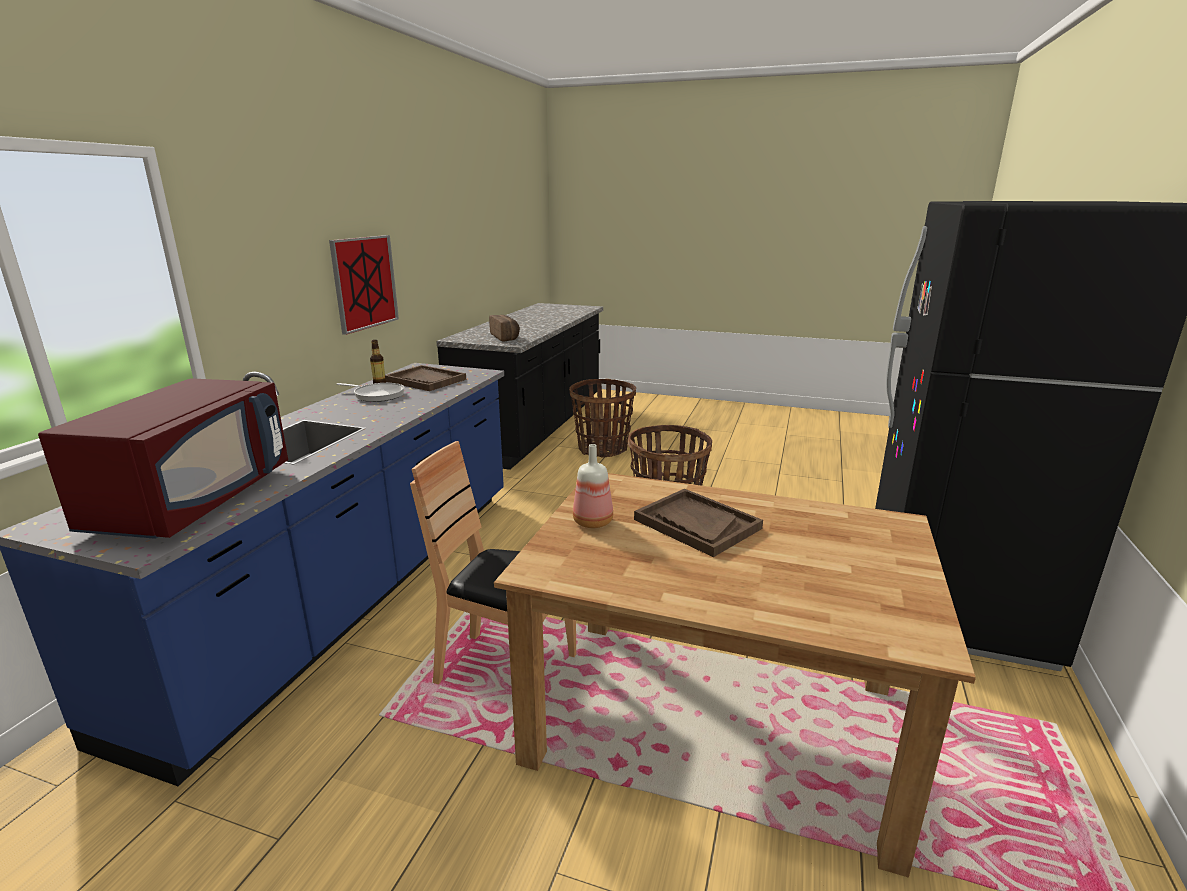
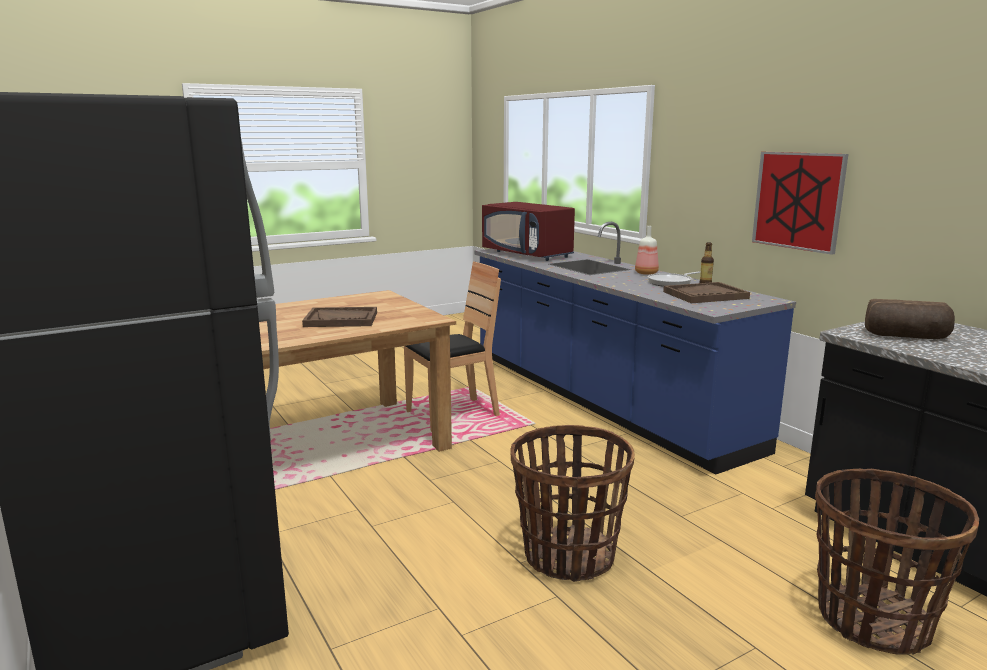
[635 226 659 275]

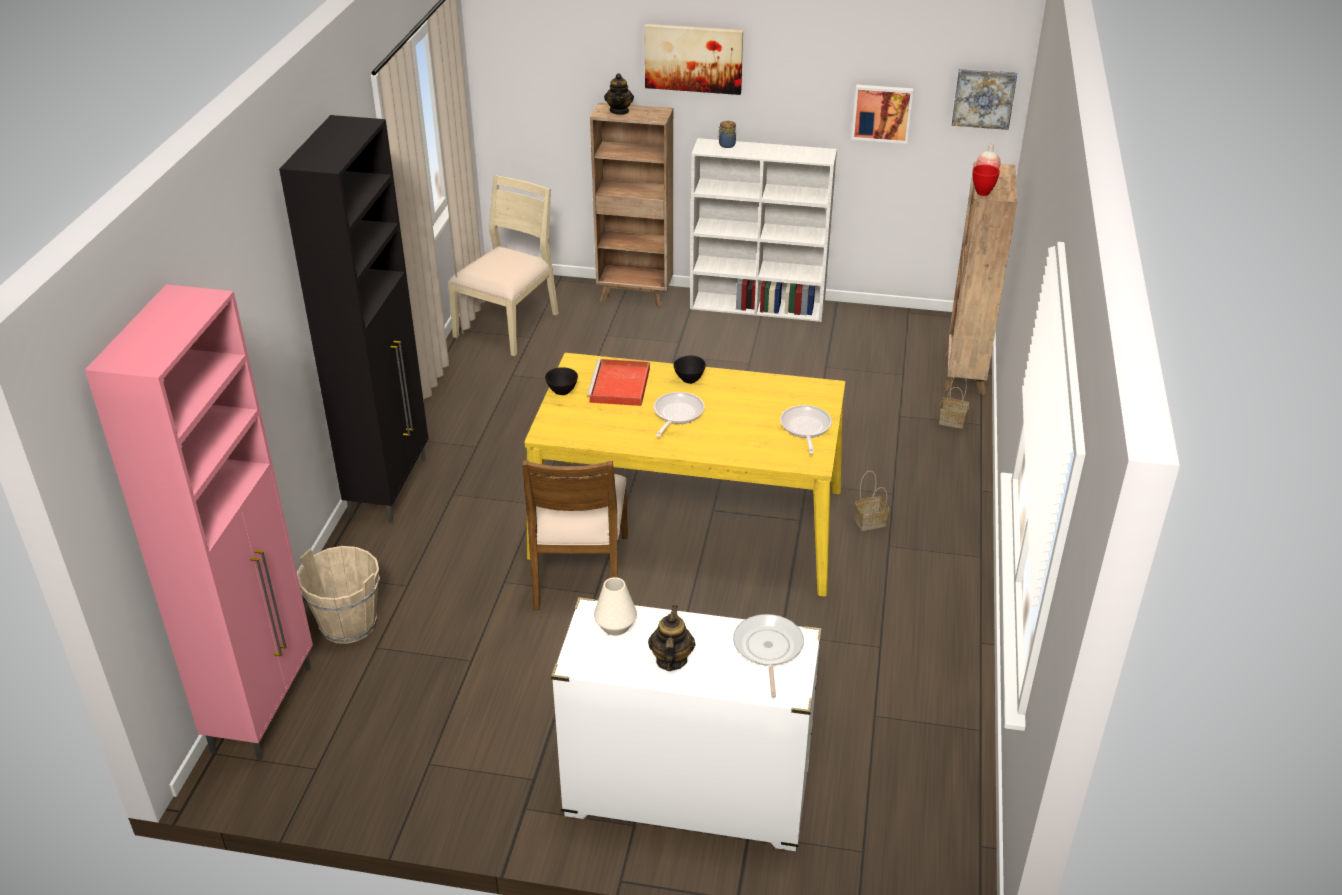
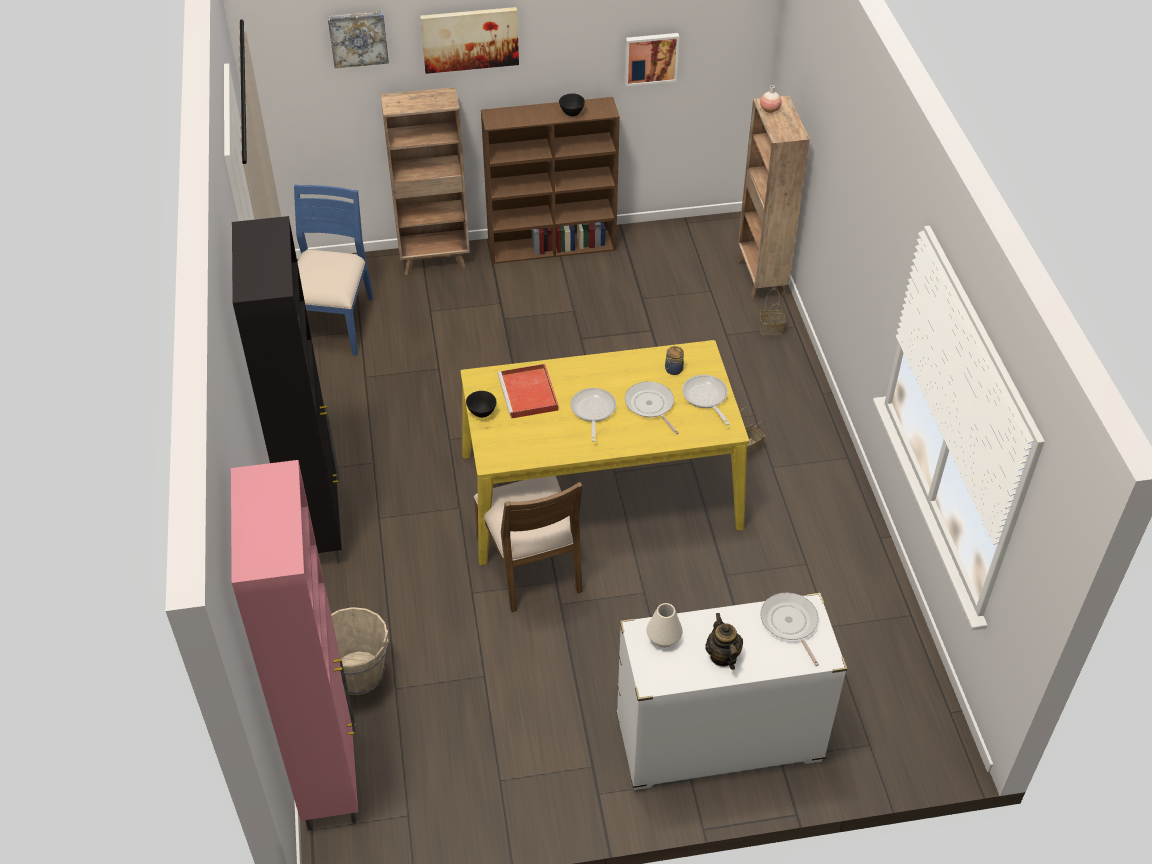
[294 185 373 356]
[604 73 634 115] (first image)
[559 93 585 116]
[481 97 620 264]
[665 346 684 375]
[328 11 389 68]
[973 165 1000 196] (first image)
[625 381 679 434]

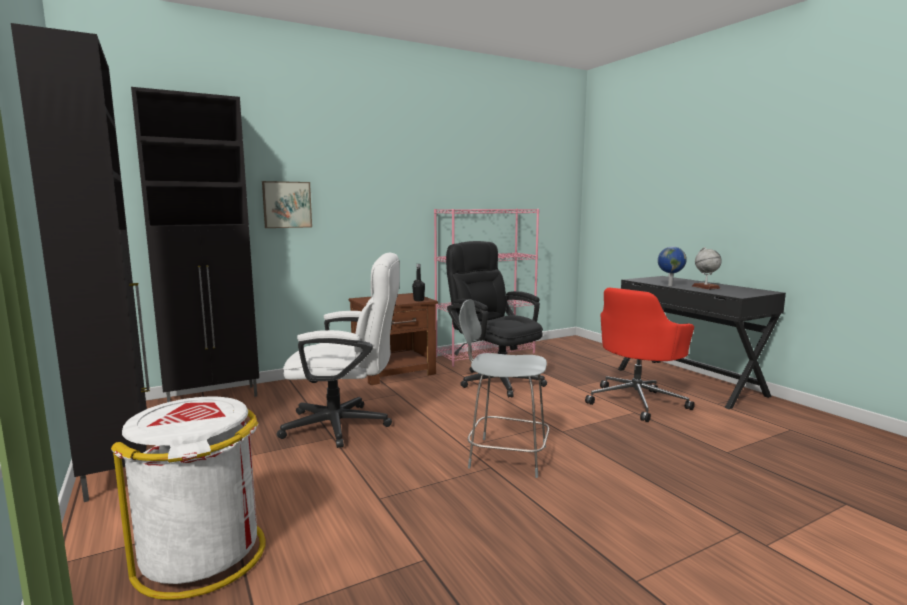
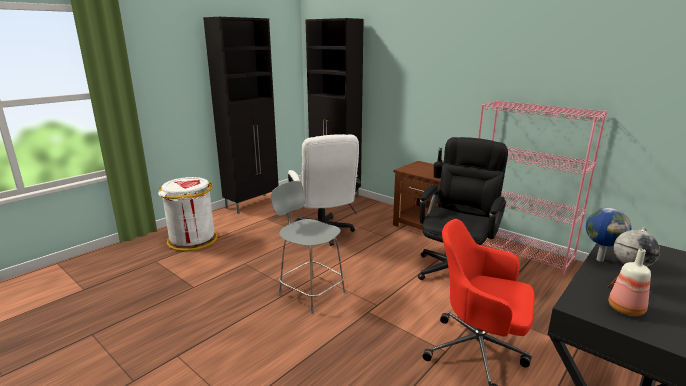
[262 181 312 228] (first image)
[271 181 345 314]
[609 249 651 316]

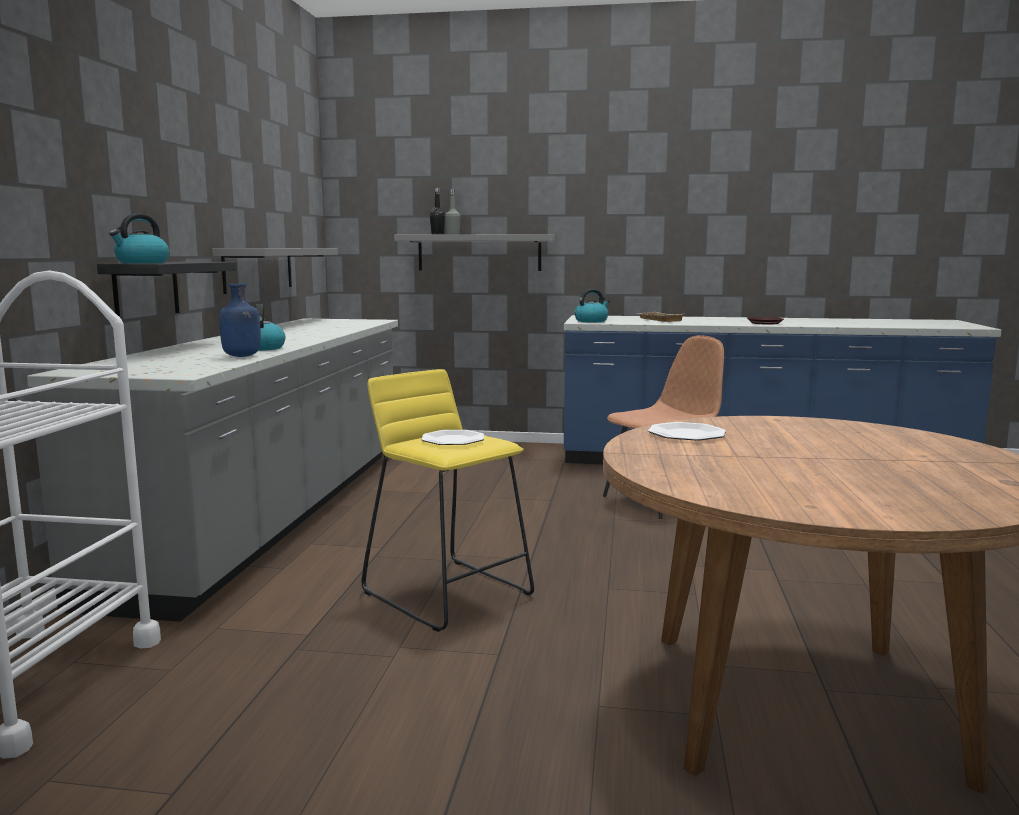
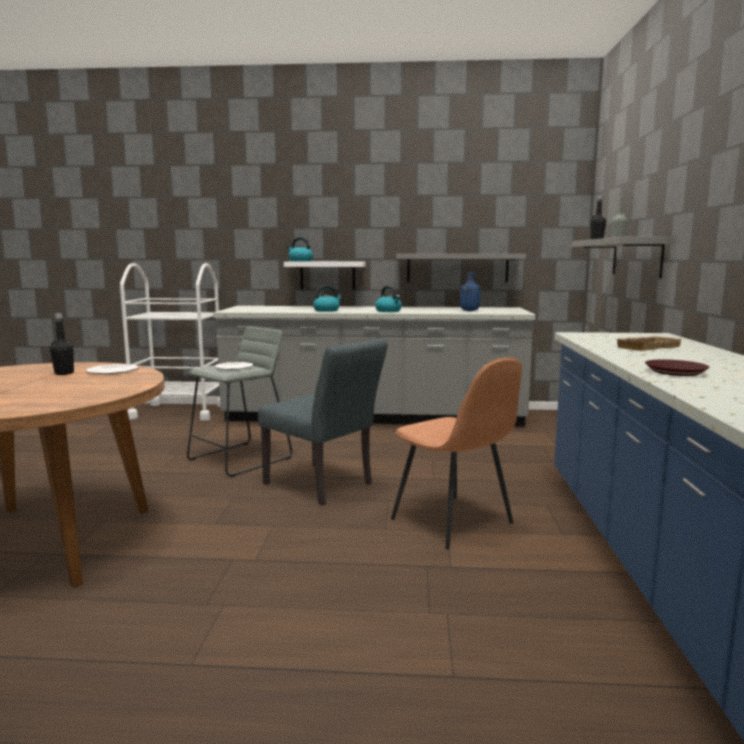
[284 262 365 290]
[460 273 481 311]
[187 326 293 477]
[375 286 402 312]
[50 313 74 375]
[258 338 388 505]

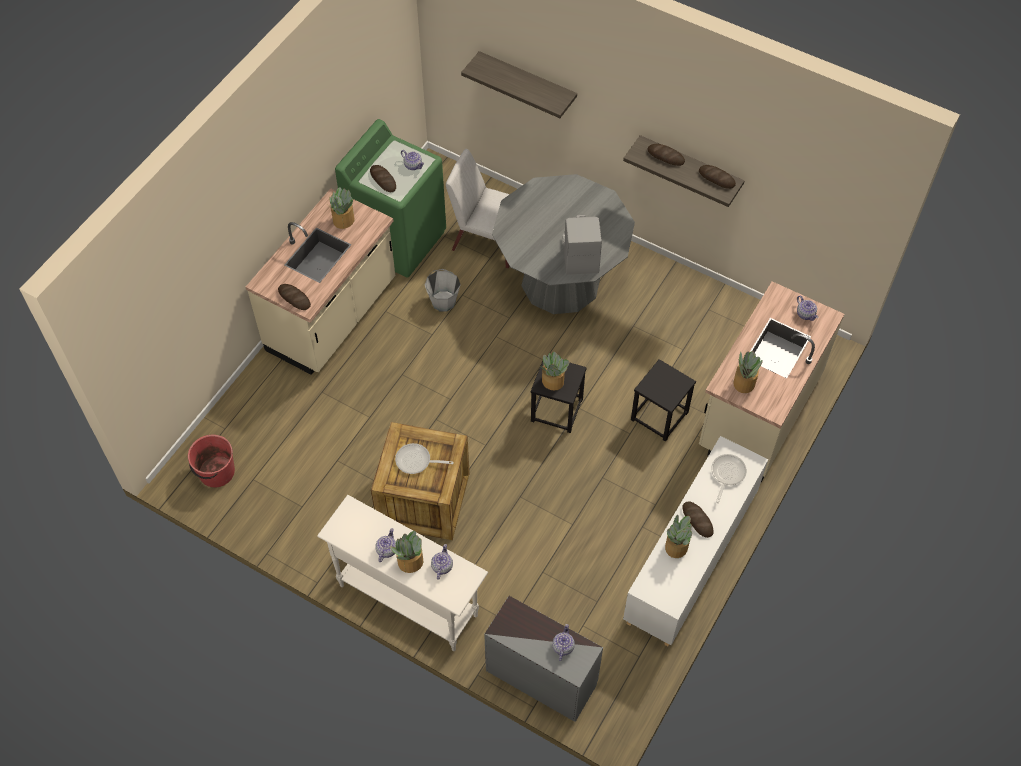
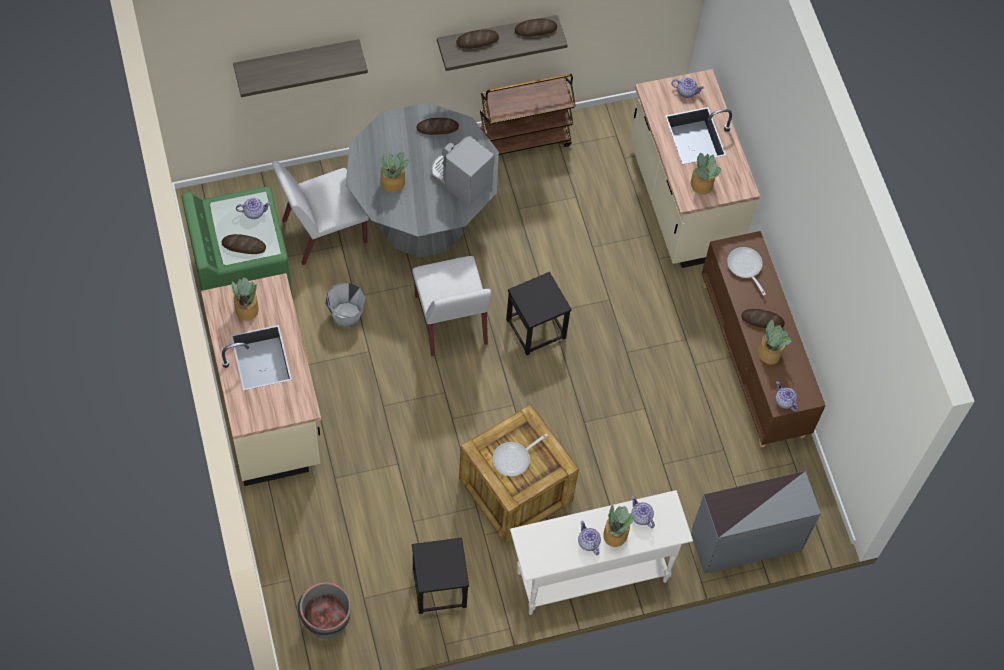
[298 582 351 639]
[417 118 459 135]
[380 152 410 192]
[775 381 798 412]
[702 231 826 447]
[412 538 469 614]
[412 256 491 356]
[480 74 576 155]

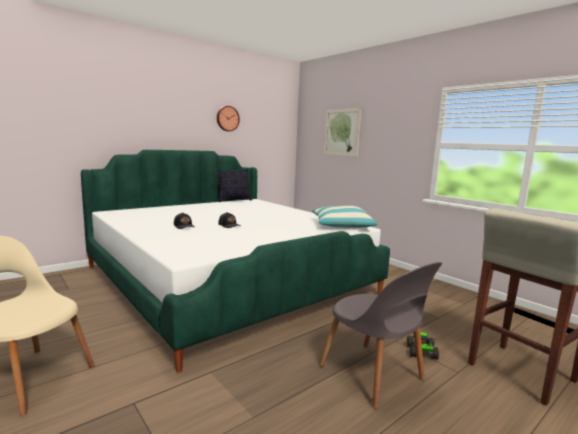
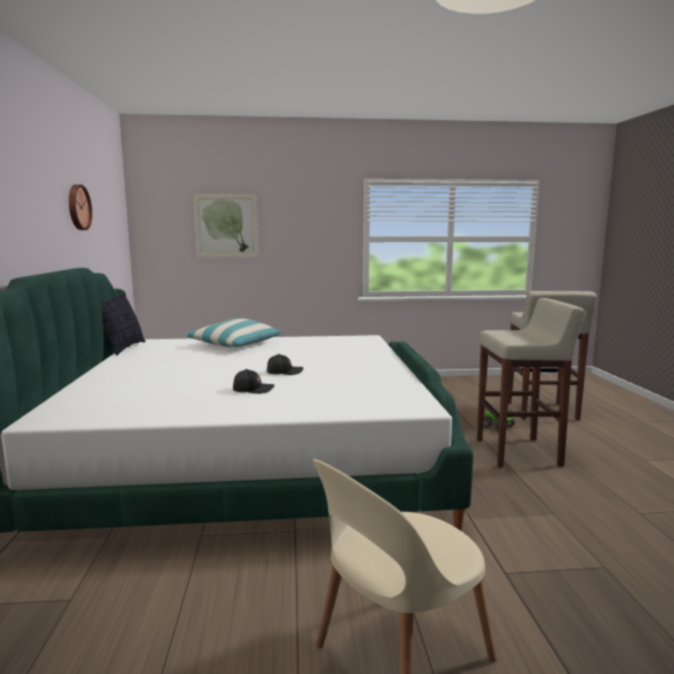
[186 318 281 347]
[477 298 586 468]

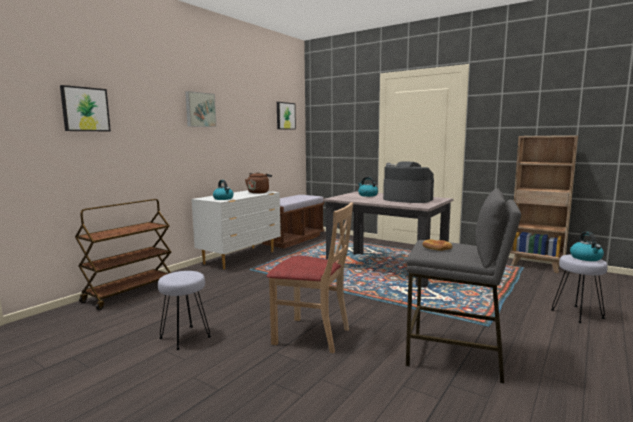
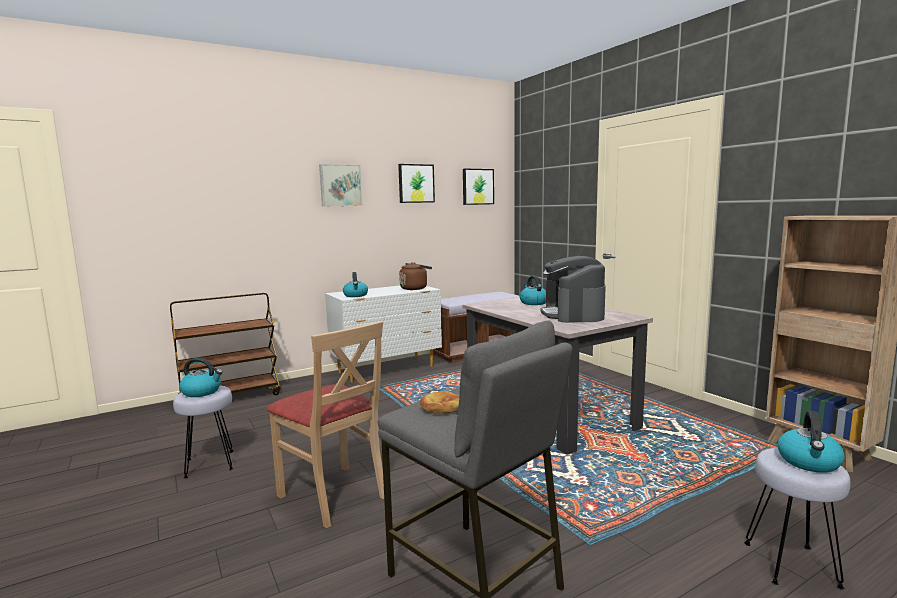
[398 164 435 203]
[541 256 606 323]
[179 357 223 397]

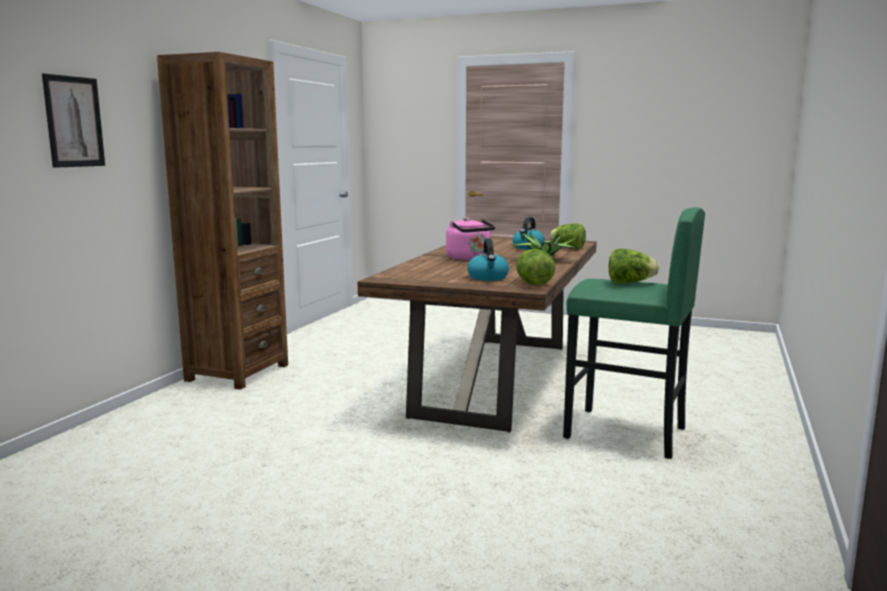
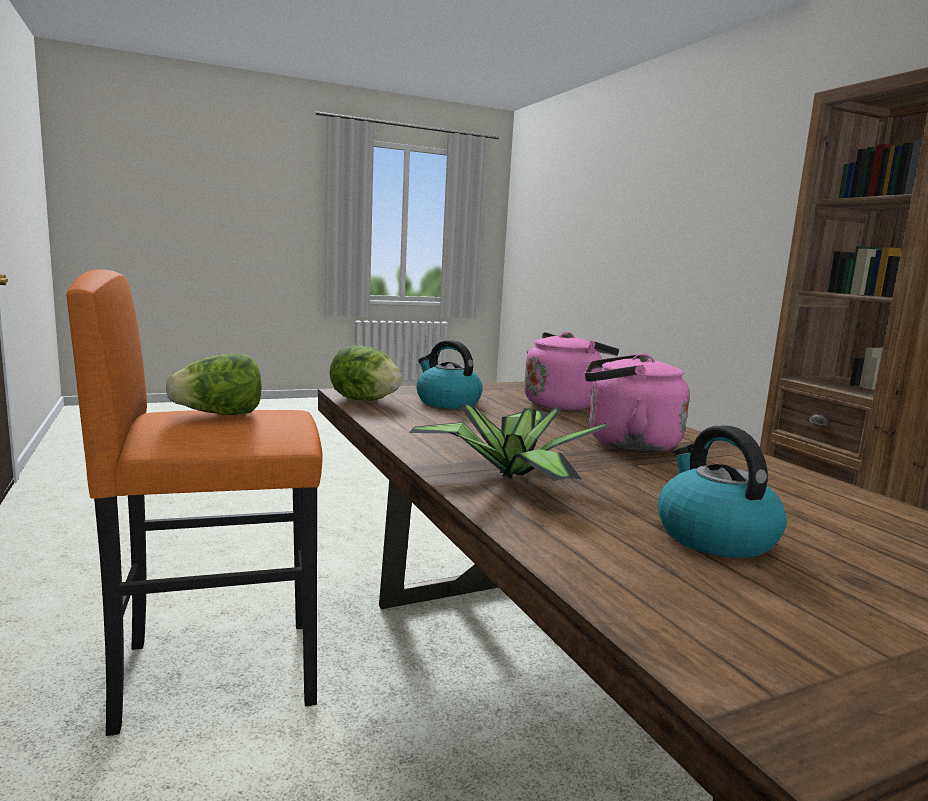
[42 73 105 168] (first image)
[549 223 586 249] (first image)
[67 269 323 736]
[524 332 619 410]

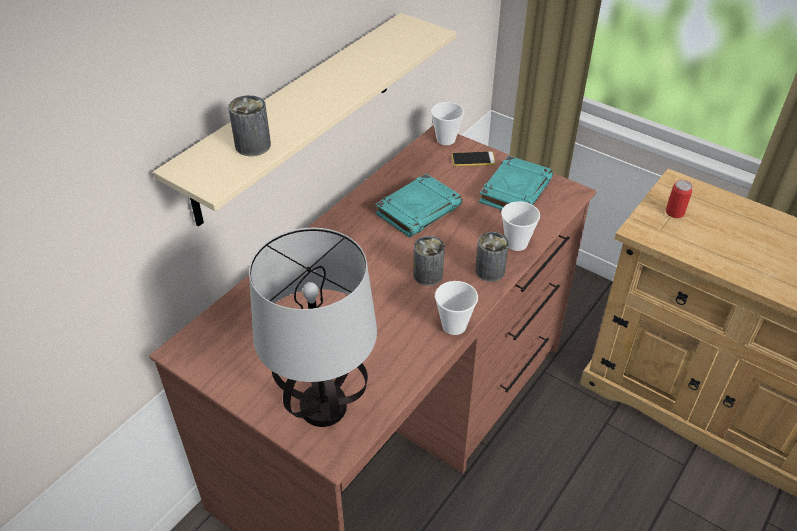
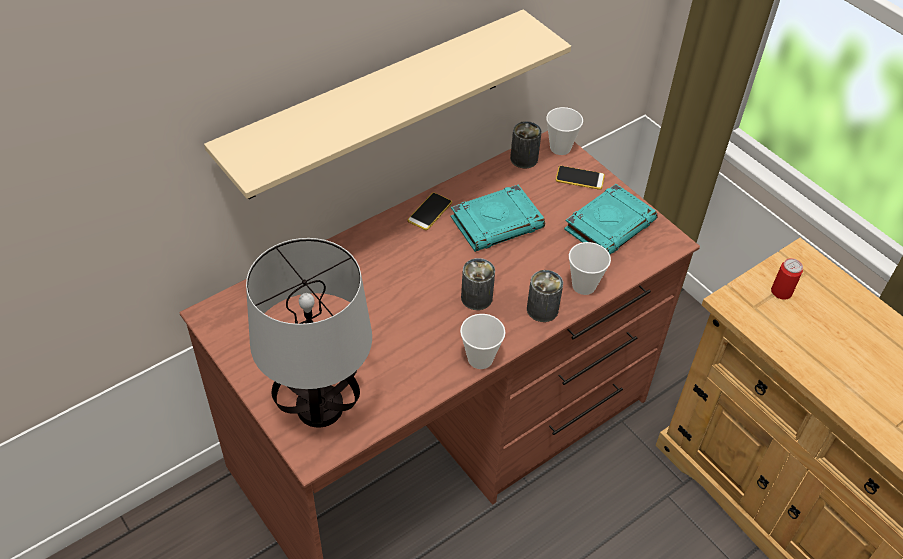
[510 121 542 168]
[407 193 452 230]

